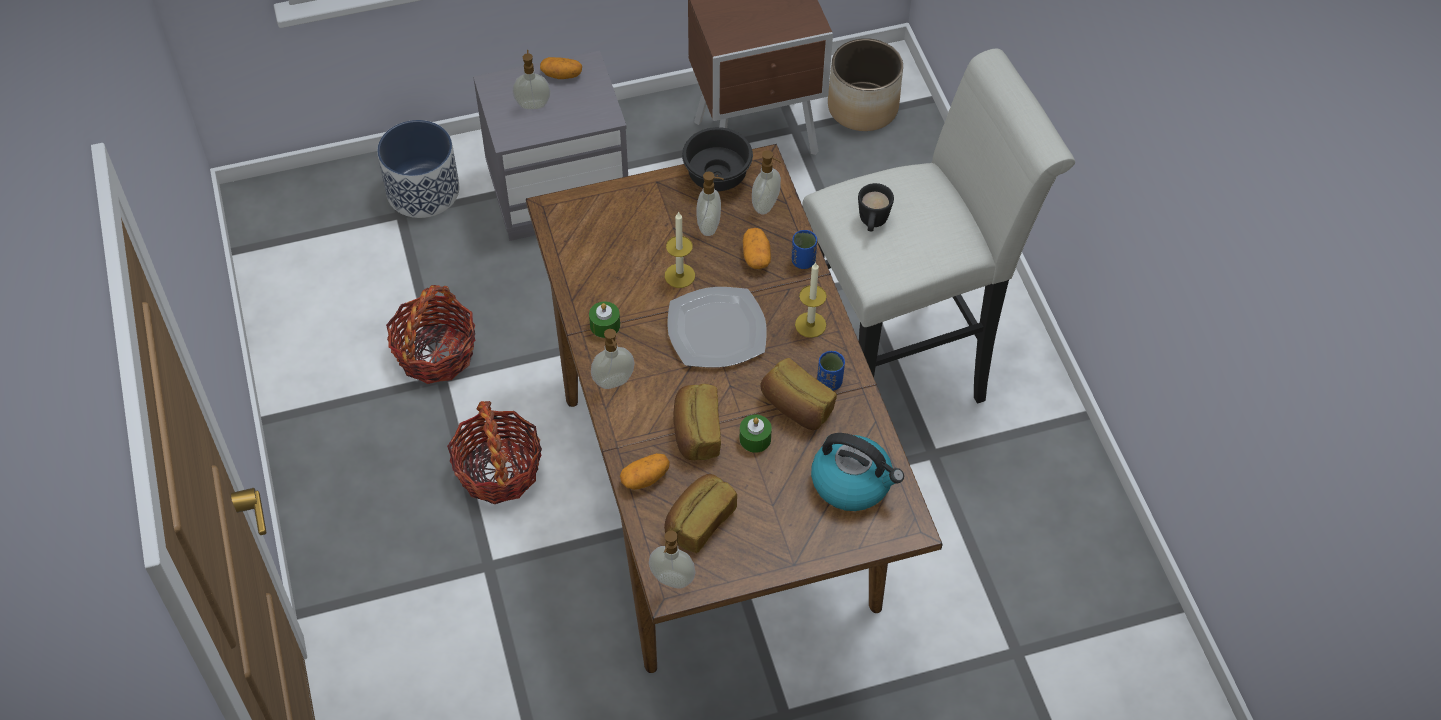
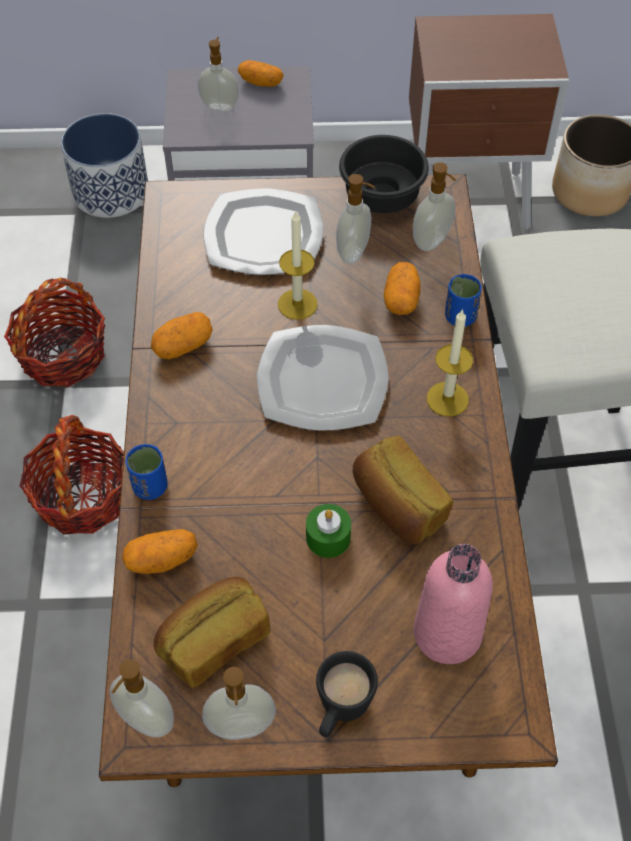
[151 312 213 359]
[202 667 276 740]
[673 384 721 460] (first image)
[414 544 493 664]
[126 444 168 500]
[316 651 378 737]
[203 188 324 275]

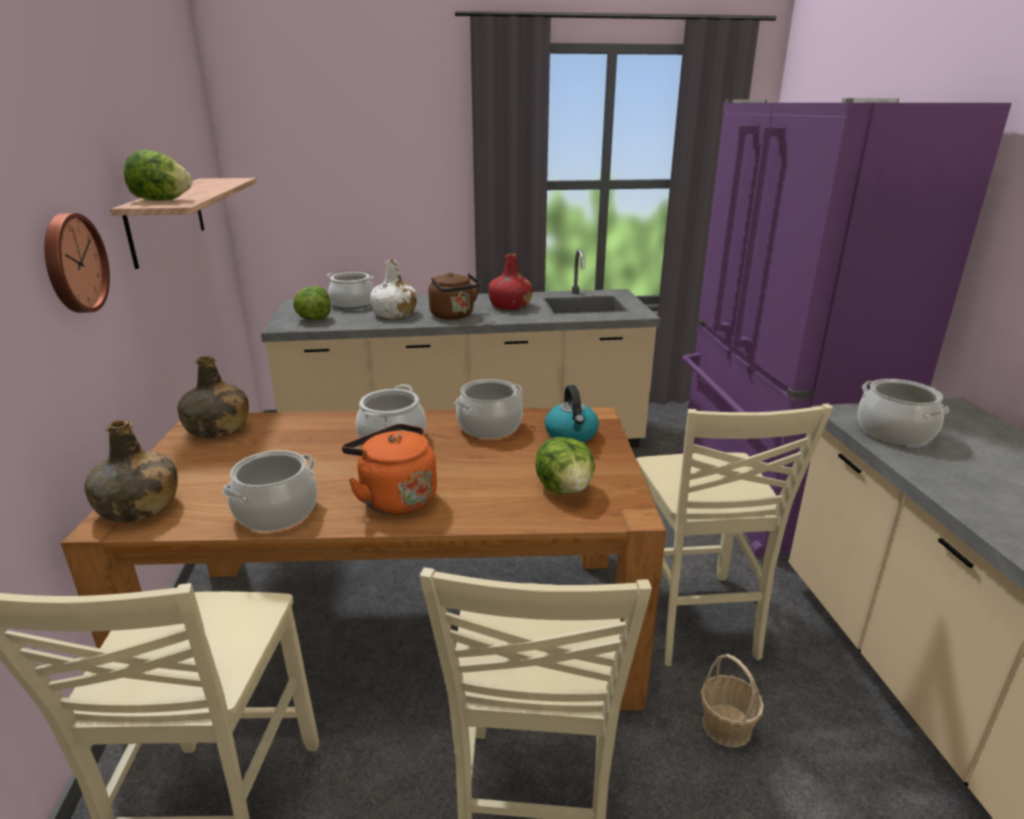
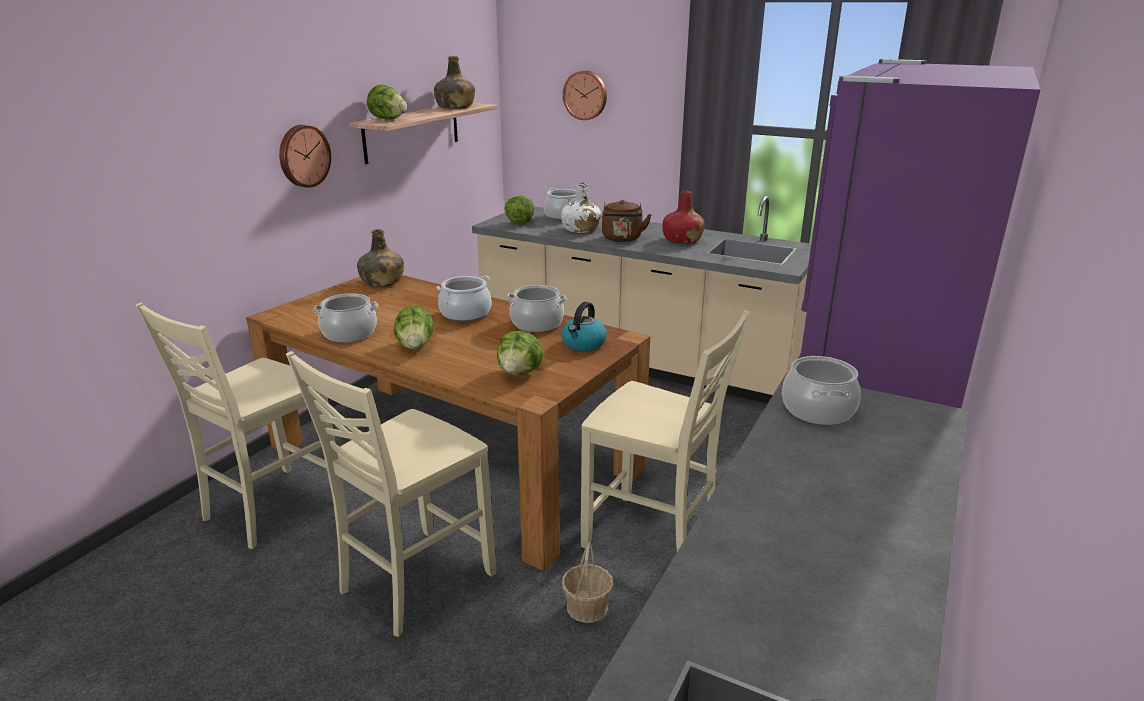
[434 56 475 109]
[393 305 434 350]
[581 310 750 551]
[563 71 607 120]

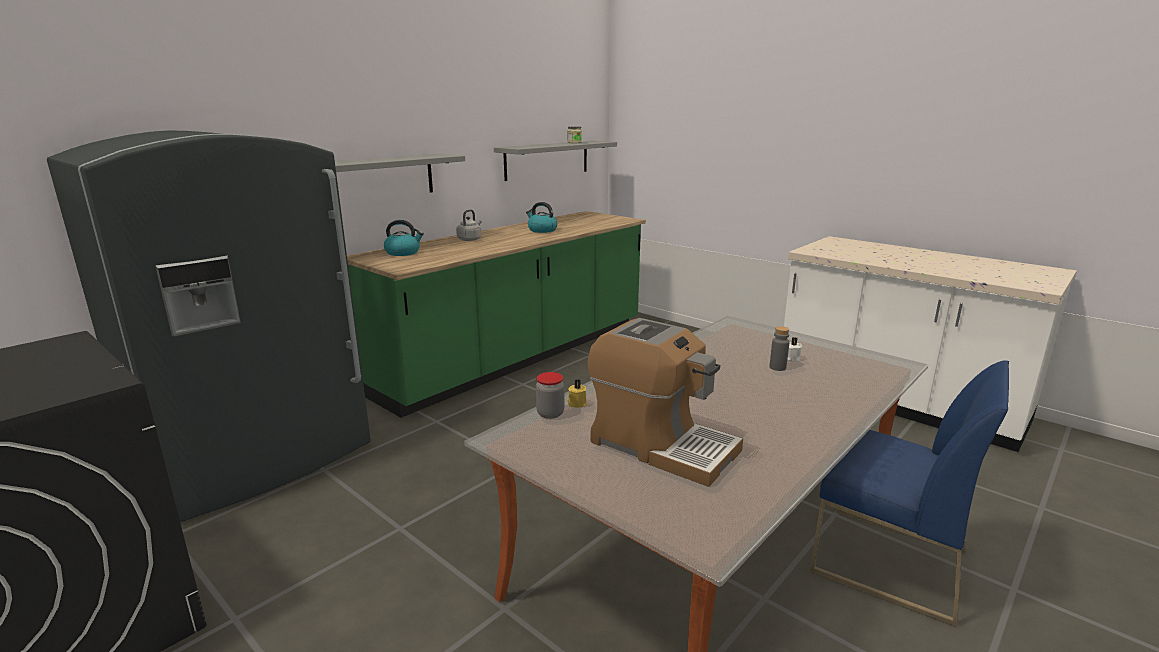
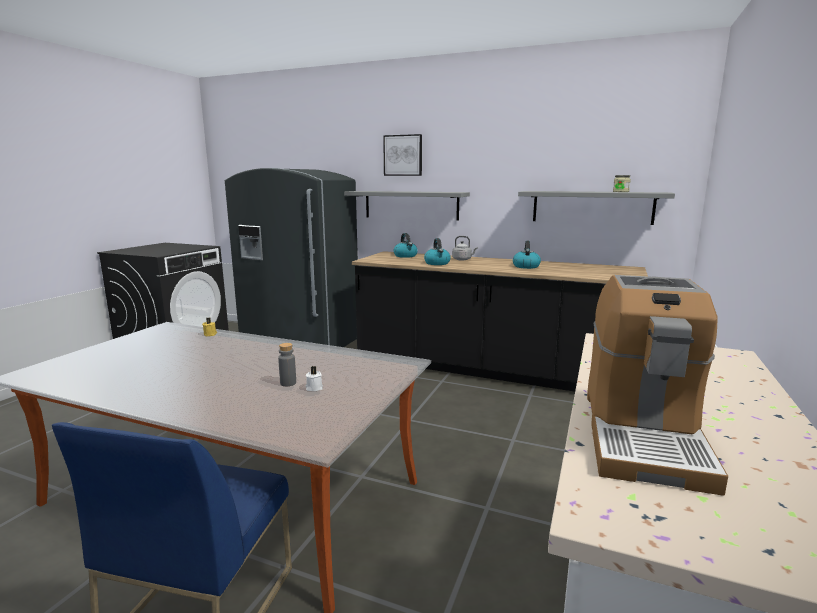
[352 251 648 392]
[536 372 565 419] (first image)
[587 275 728 496]
[383 134 422 176]
[424 238 451 265]

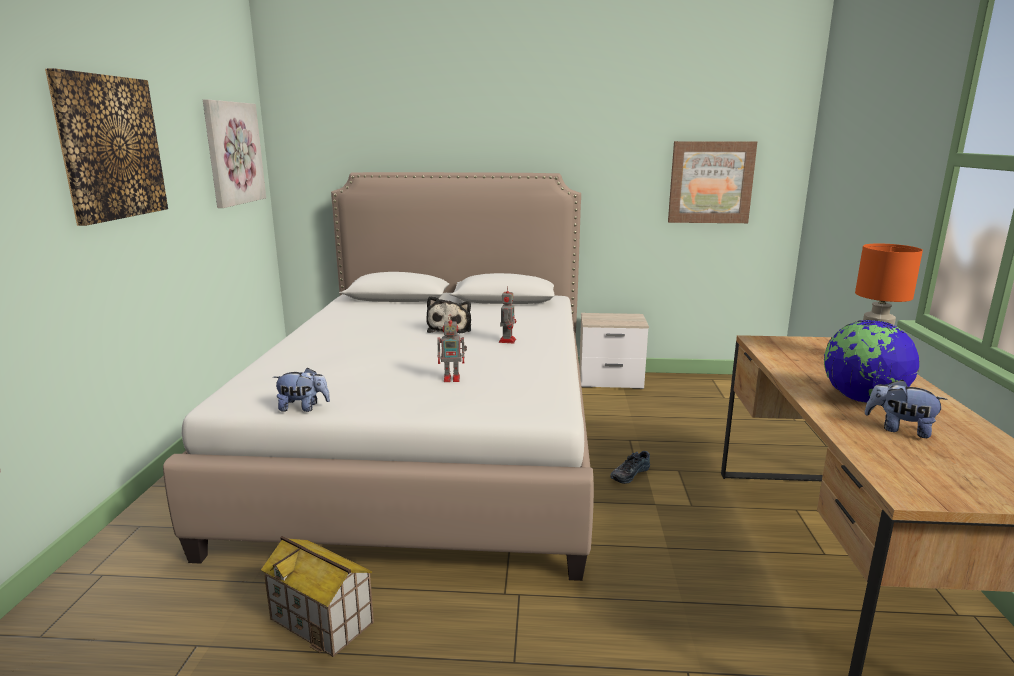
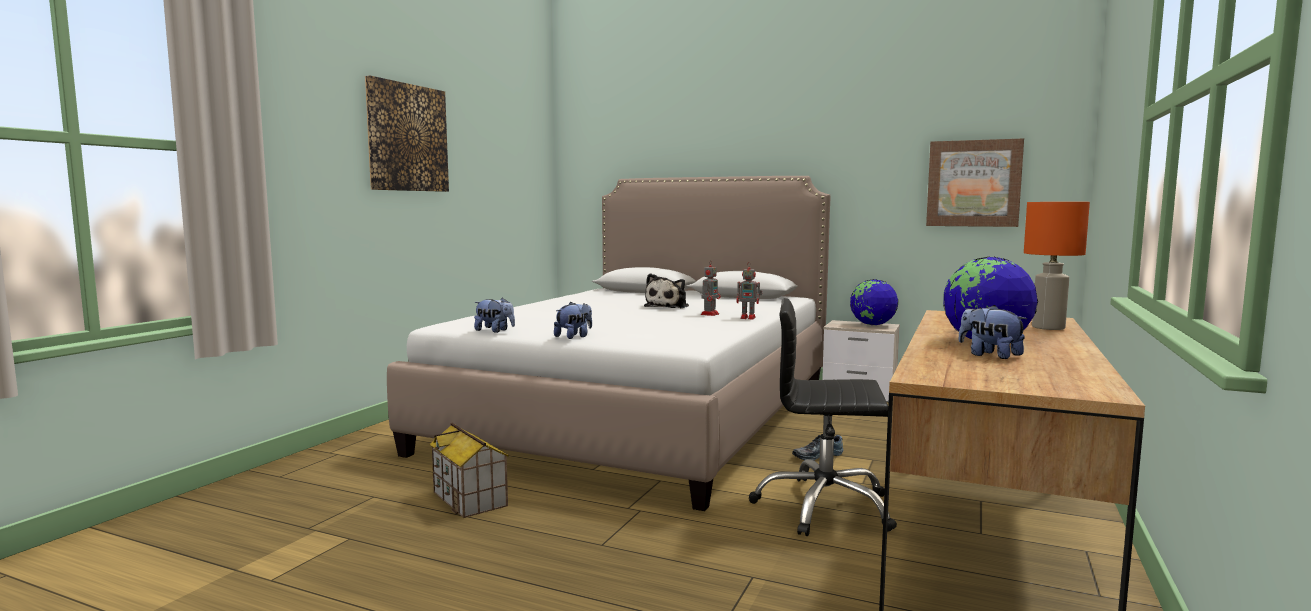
[203 99 266 208] (first image)
[736 262 762 319]
[554 302 592 339]
[749 298 897 536]
[850 279 898 325]

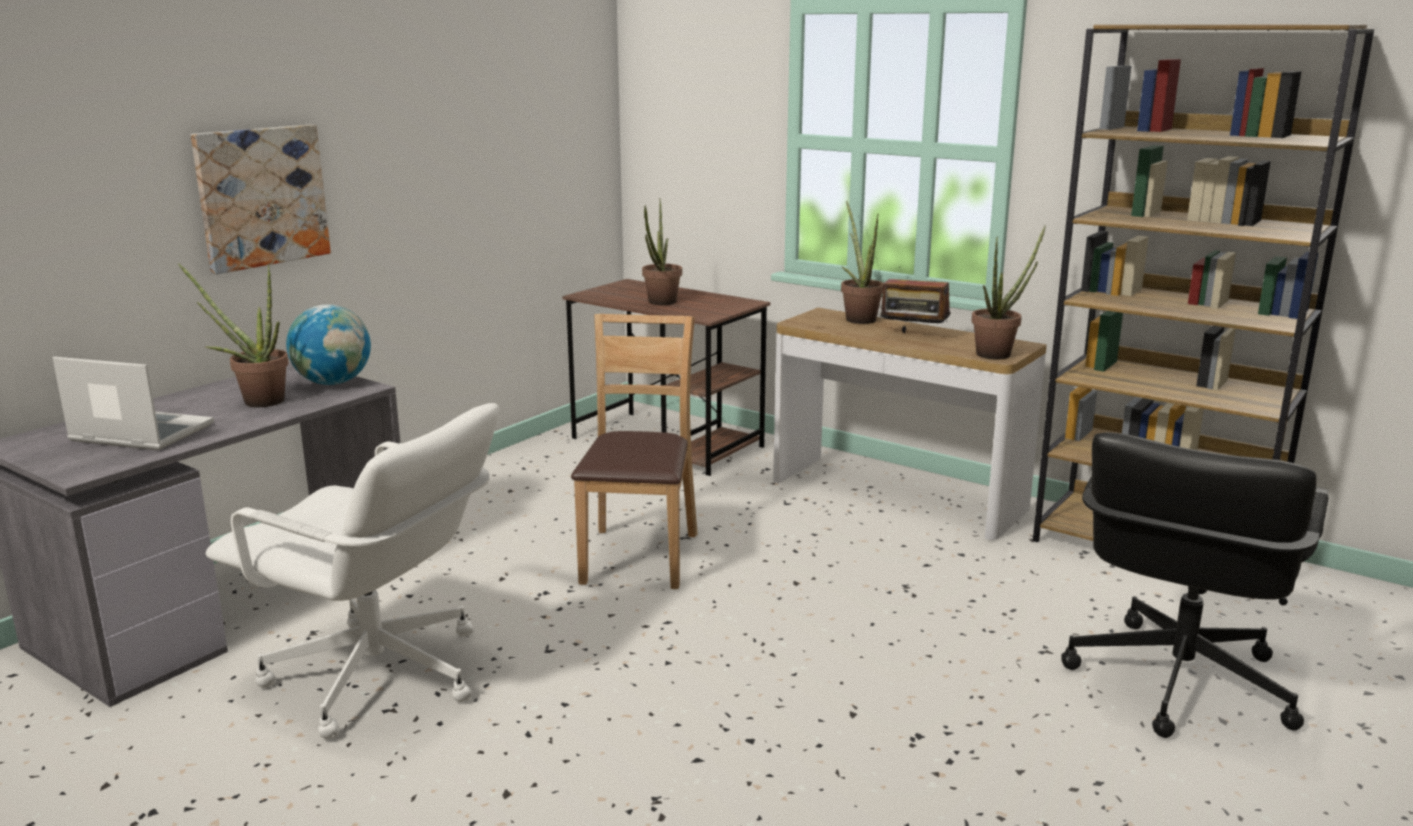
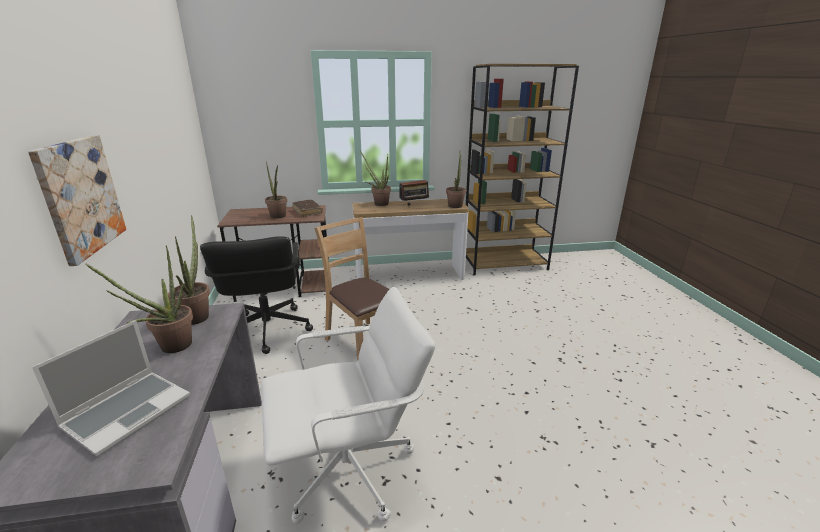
[32 320 190 457]
[168 215 210 325]
[200 236 313 354]
[293 200 323 217]

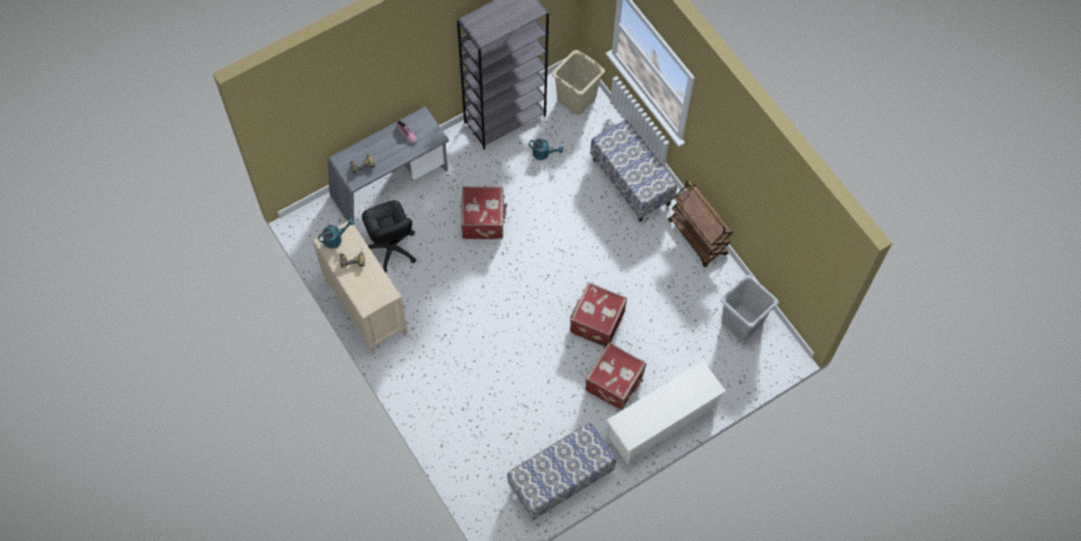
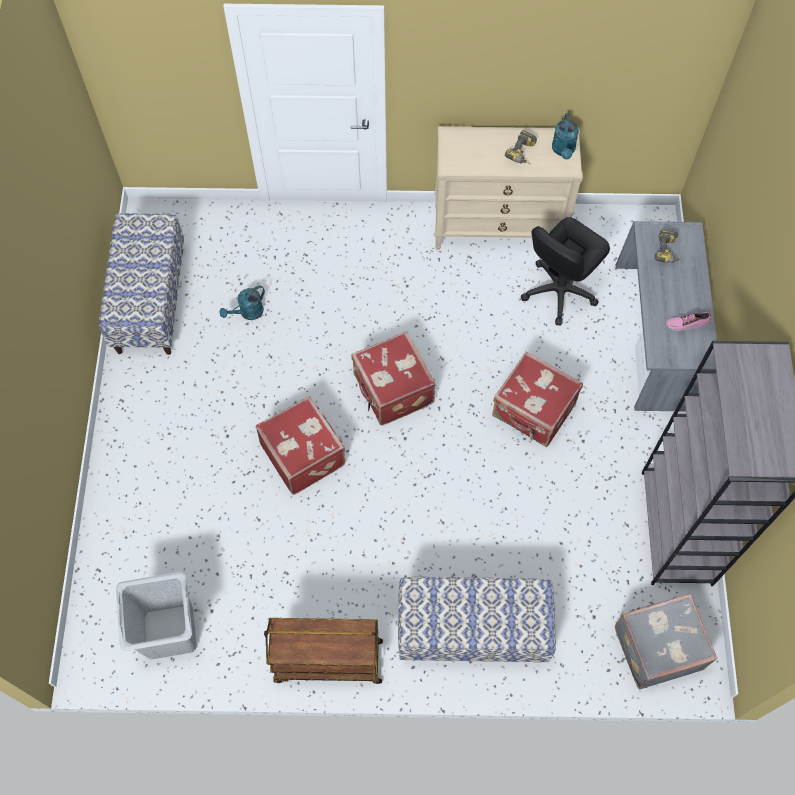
[521 217 610 325]
[220 285 265 320]
[615 594 717 689]
[351 331 435 426]
[606 361 726 466] (first image)

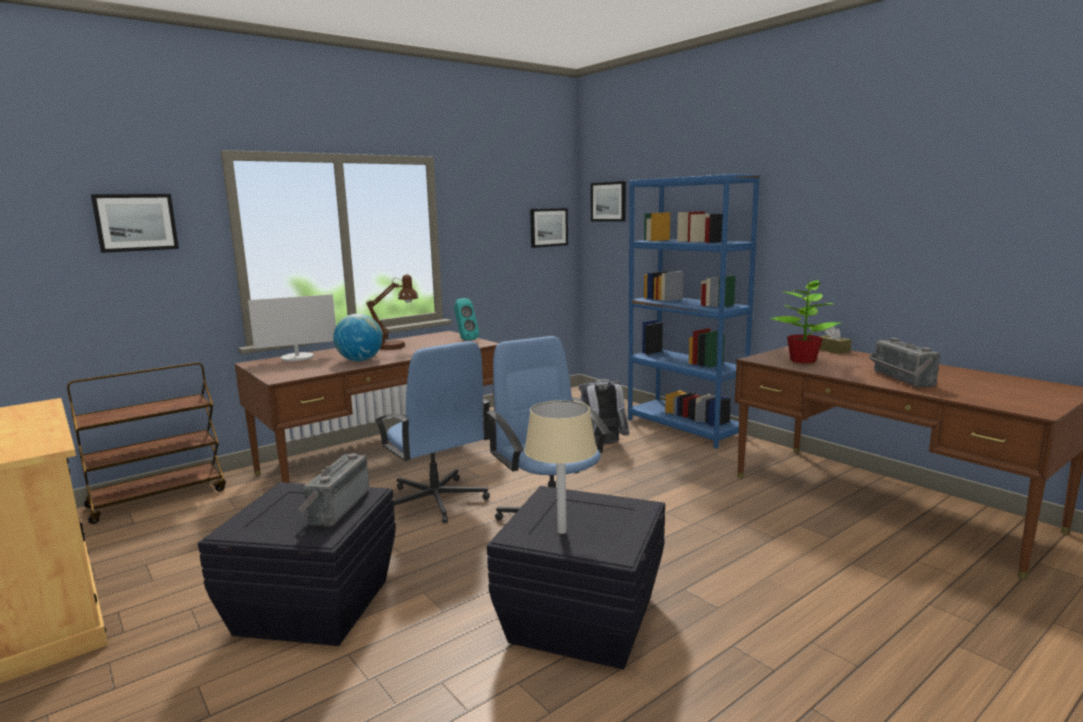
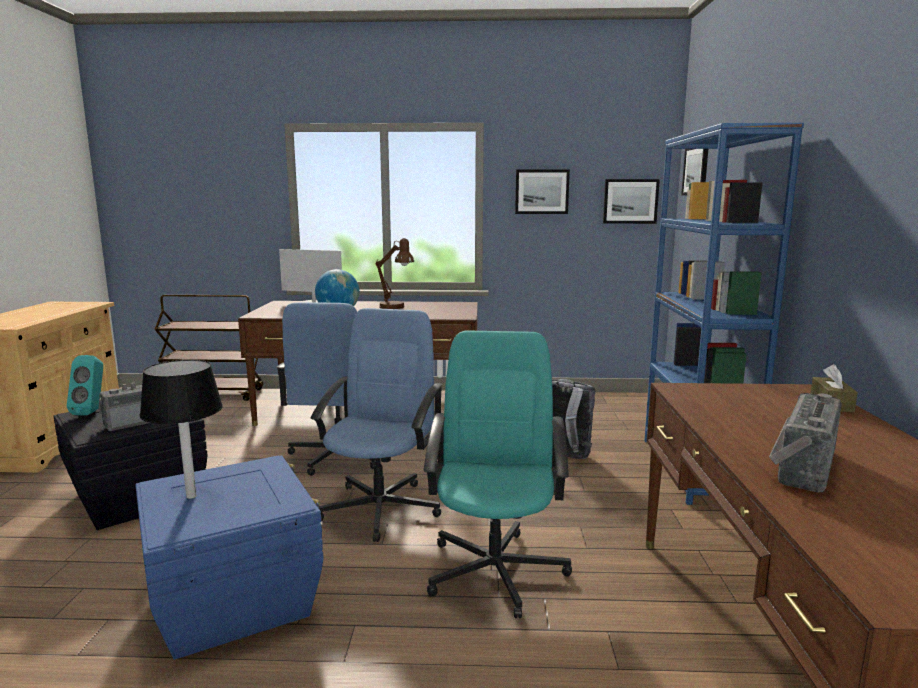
[515 170 570 214]
[67 355 103 415]
[135 455 324 660]
[140 360 223 499]
[770 280 841 364] (first image)
[423 331 572 618]

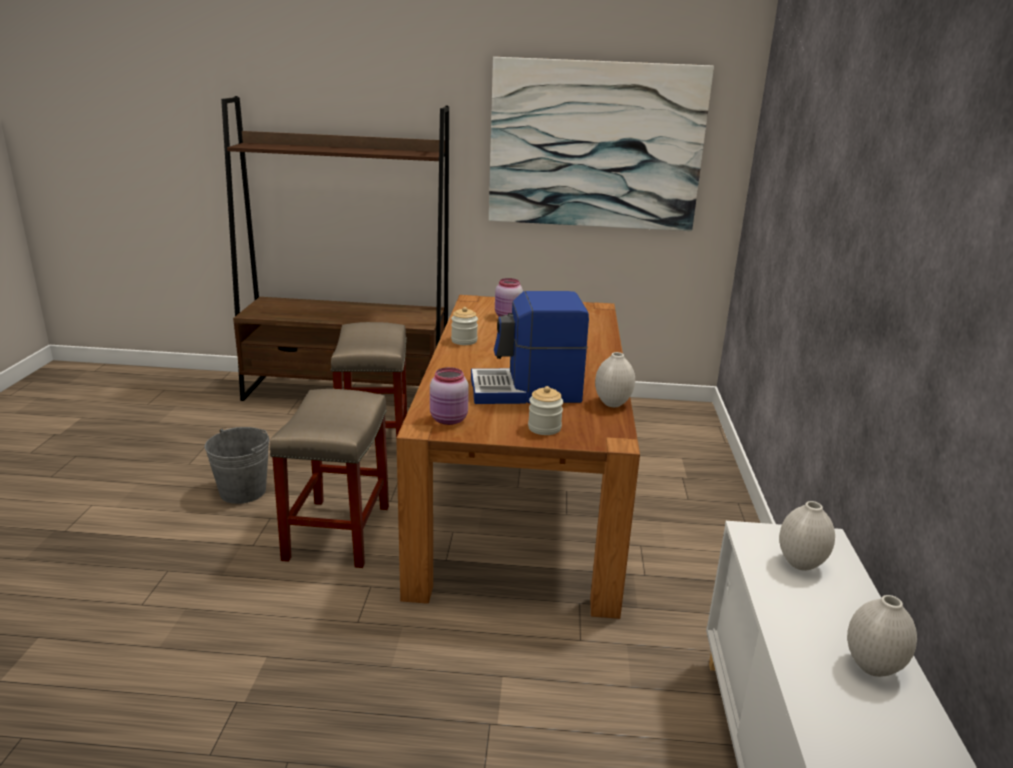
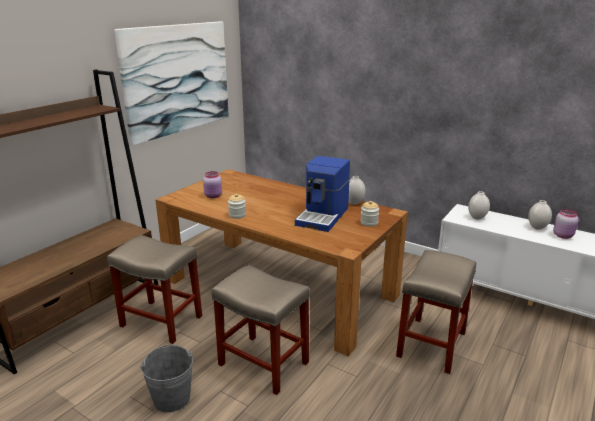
[553 209 578 239]
[396 250 476 374]

